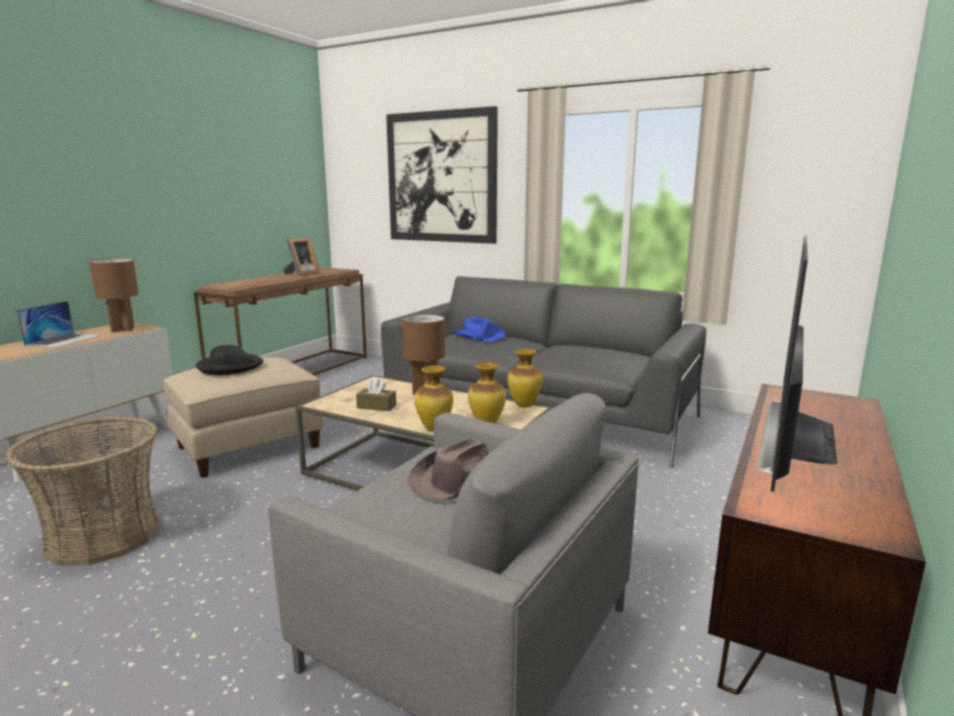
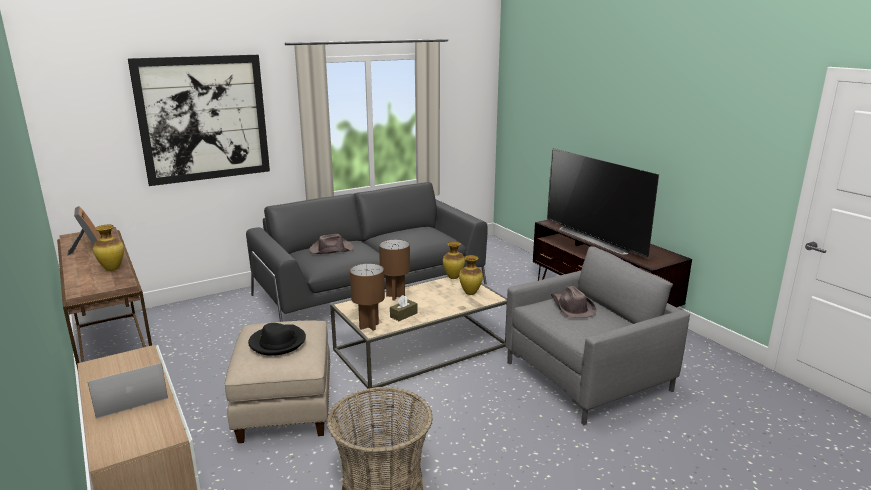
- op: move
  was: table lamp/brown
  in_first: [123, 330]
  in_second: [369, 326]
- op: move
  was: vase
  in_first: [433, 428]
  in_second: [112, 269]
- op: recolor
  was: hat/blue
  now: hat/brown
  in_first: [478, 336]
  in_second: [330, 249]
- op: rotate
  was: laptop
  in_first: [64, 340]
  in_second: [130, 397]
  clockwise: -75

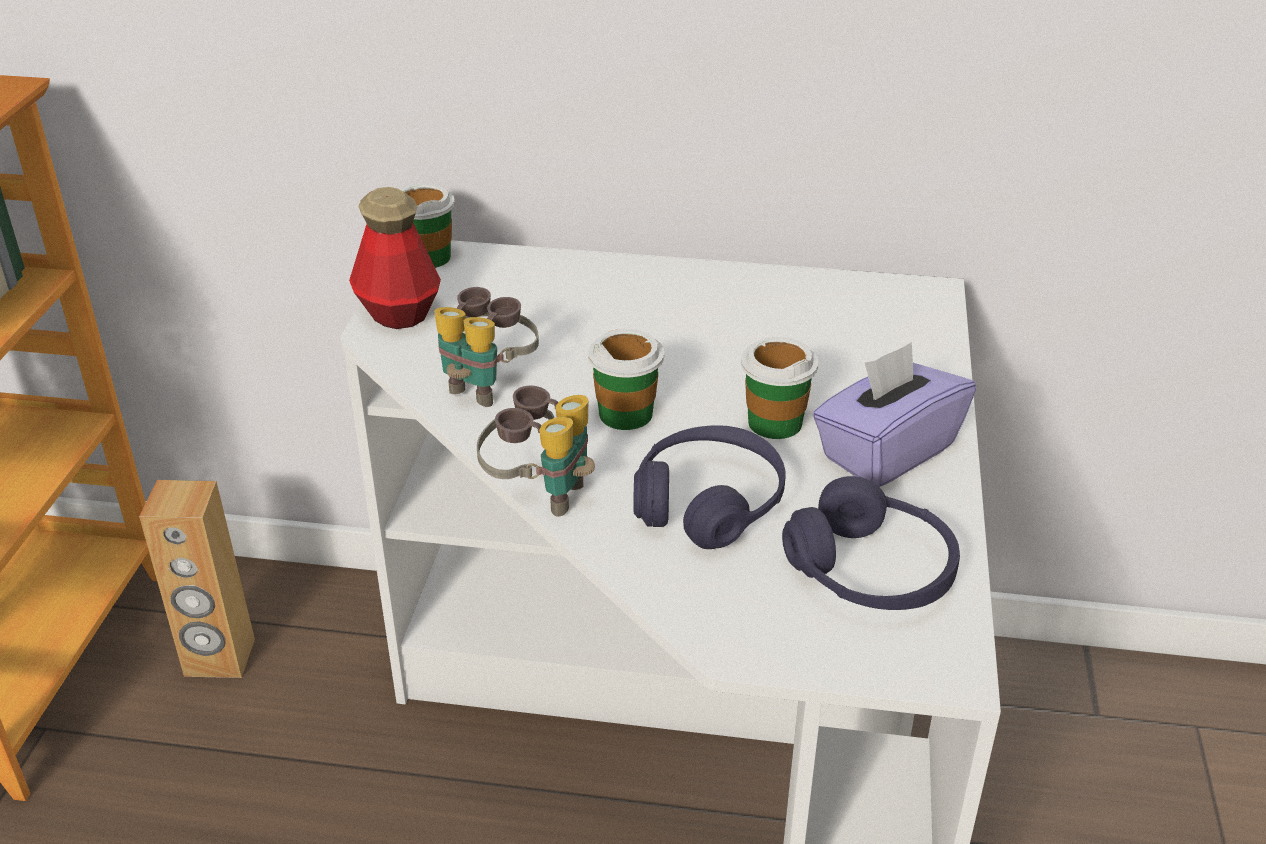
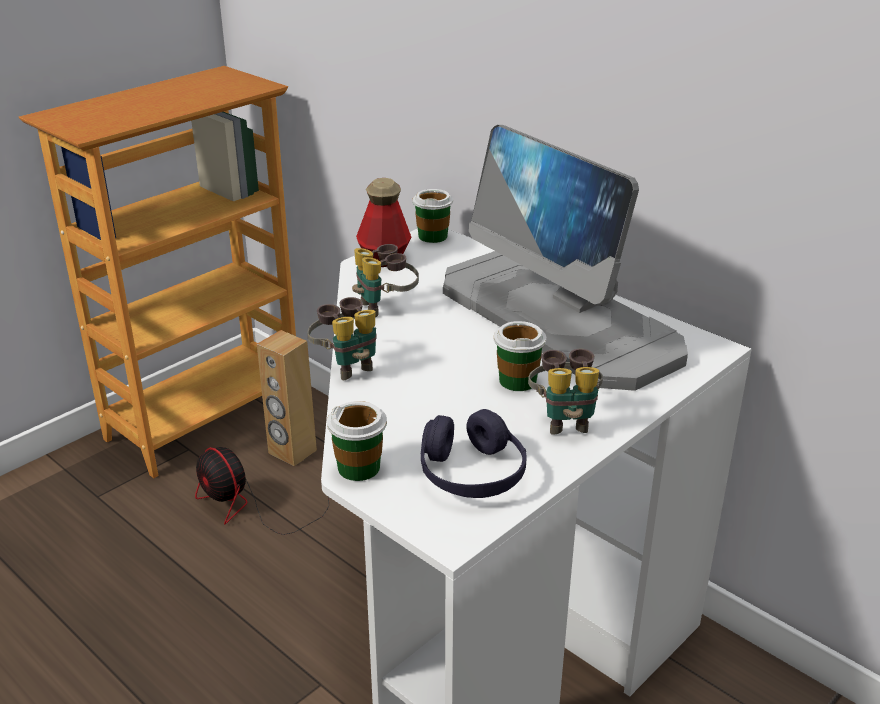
- op: delete
  was: headphones/purple
  in_first: [708, 504]
- op: insert
  now: fan
  in_second: [255, 506]
- op: insert
  now: monitor
  in_second: [559, 319]
- op: move
  was: cup
  in_first: [626, 414]
  in_second: [359, 467]
- op: replace
  was: tissue box/purple
  now: binoculars
  in_first: [886, 451]
  in_second: [565, 420]

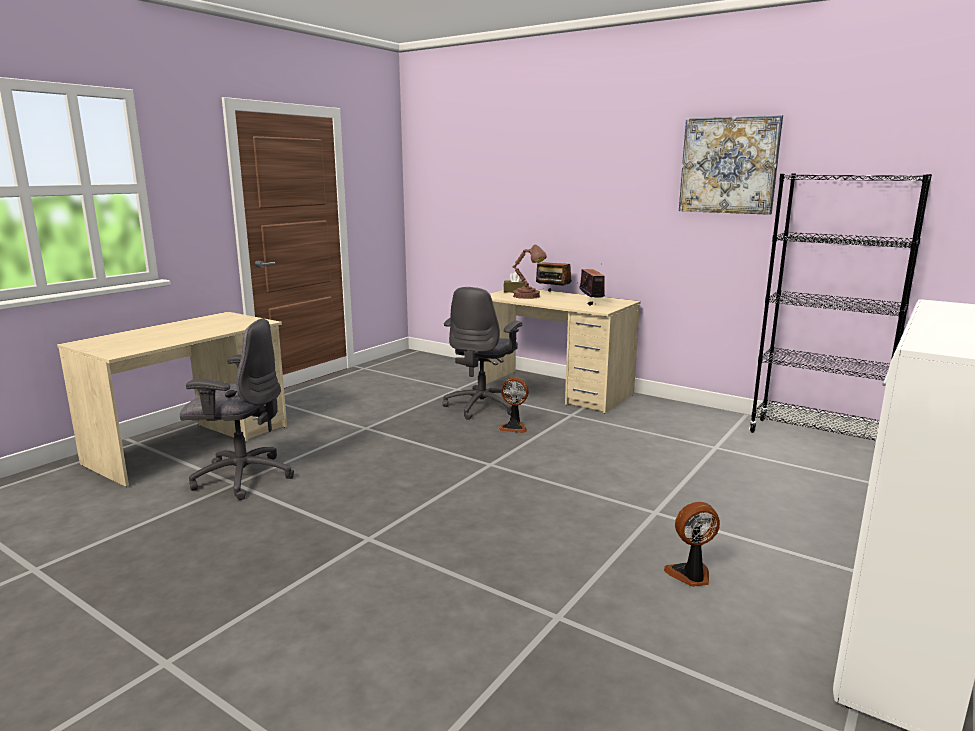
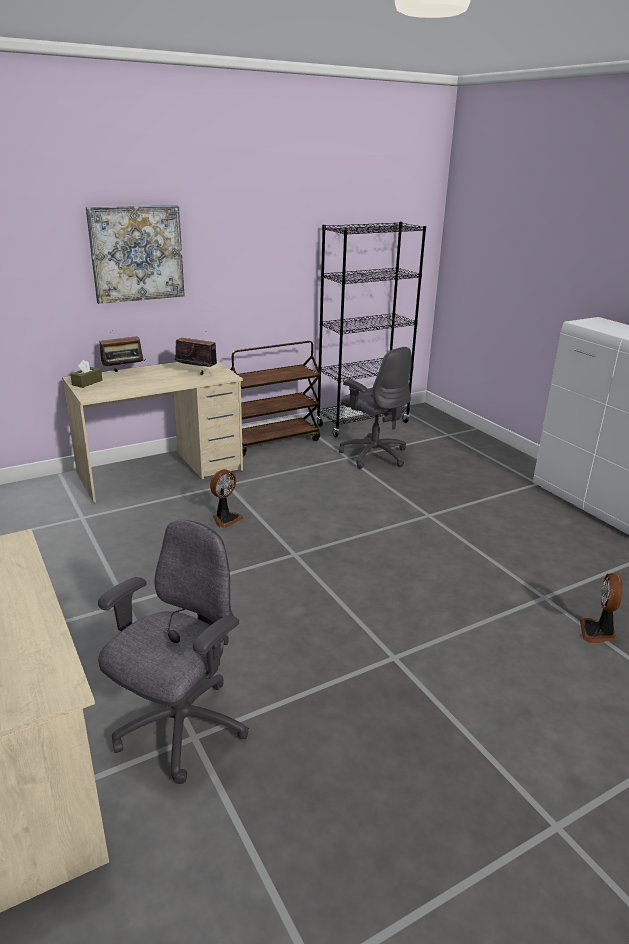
- op: delete
  was: table lamp/brown
  in_first: [528, 296]
- op: insert
  now: cart/brown
  in_second: [273, 441]
- op: move
  was: office chair/grey
  in_first: [482, 406]
  in_second: [373, 455]
- op: move
  was: fan
  in_first: [690, 575]
  in_second: [598, 632]
- op: move
  was: picture
  in_first: [728, 165]
  in_second: [137, 253]

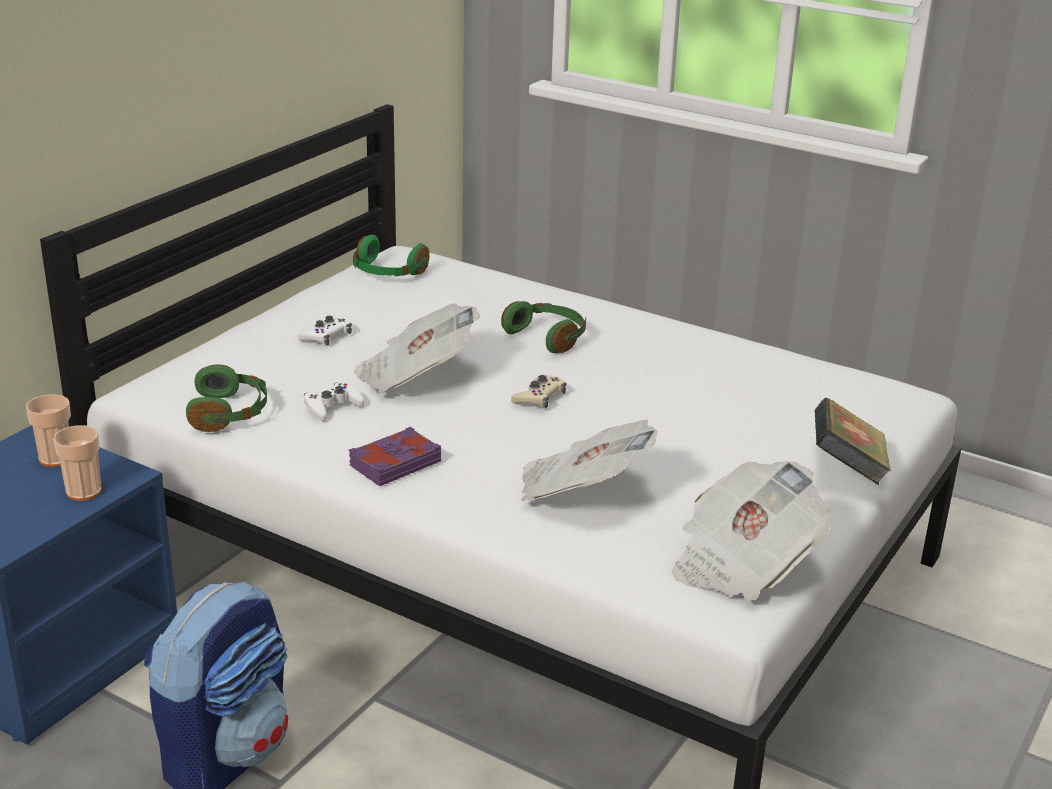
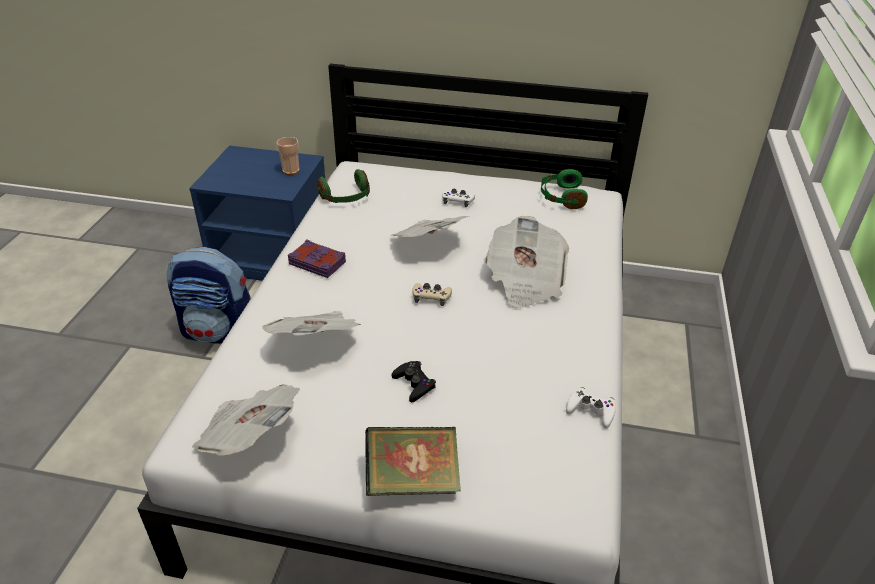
- op: delete
  was: cup
  in_first: [84, 491]
- op: insert
  now: game controller/black
  in_second: [414, 384]
- op: move
  was: game controller/white
  in_first: [332, 407]
  in_second: [591, 411]
- op: replace
  was: headphones/green
  now: newspaper
  in_first: [547, 337]
  in_second: [525, 281]

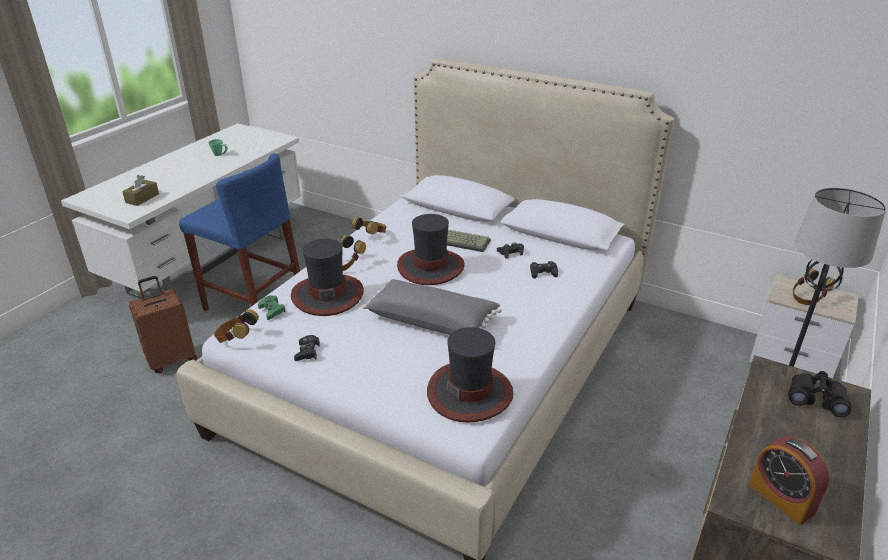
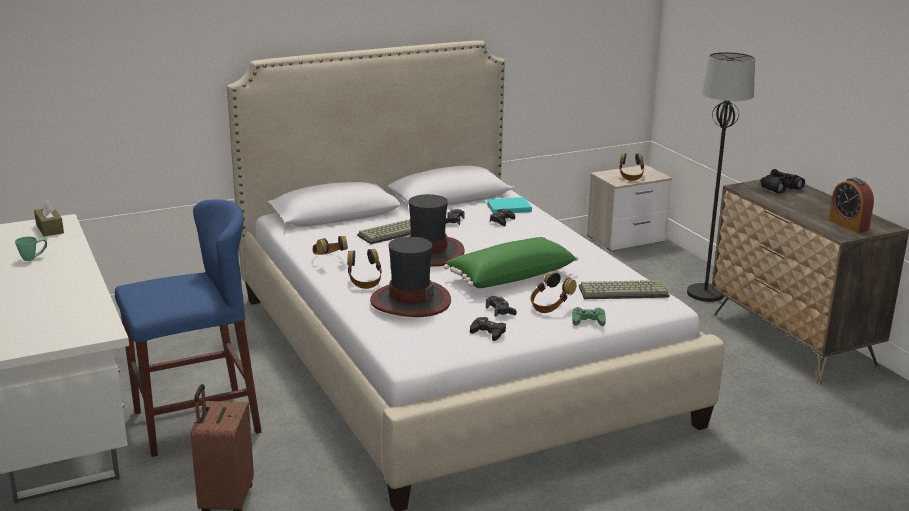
- op: insert
  now: game controller/black
  in_second: [500, 311]
- op: insert
  now: book/turquoise
  in_second: [507, 207]
- op: move
  was: tissue box/brown
  in_first: [142, 198]
  in_second: [49, 229]
- op: move
  was: headphones
  in_first: [237, 339]
  in_second: [550, 307]
- op: move
  was: game controller/green
  in_first: [272, 310]
  in_second: [588, 321]
- op: replace
  was: hat
  now: keyboard
  in_first: [470, 392]
  in_second: [624, 291]
- op: recolor
  was: pillow/grey
  now: pillow/green
  in_first: [432, 320]
  in_second: [510, 276]
- op: rotate
  was: alarm clock
  in_first: [781, 498]
  in_second: [848, 225]
  clockwise: 60

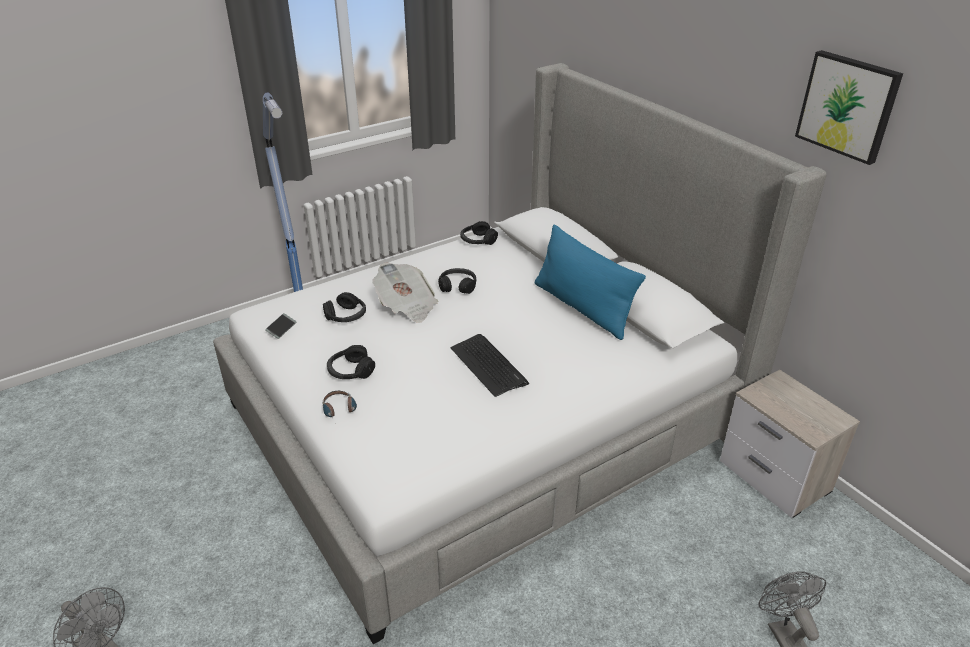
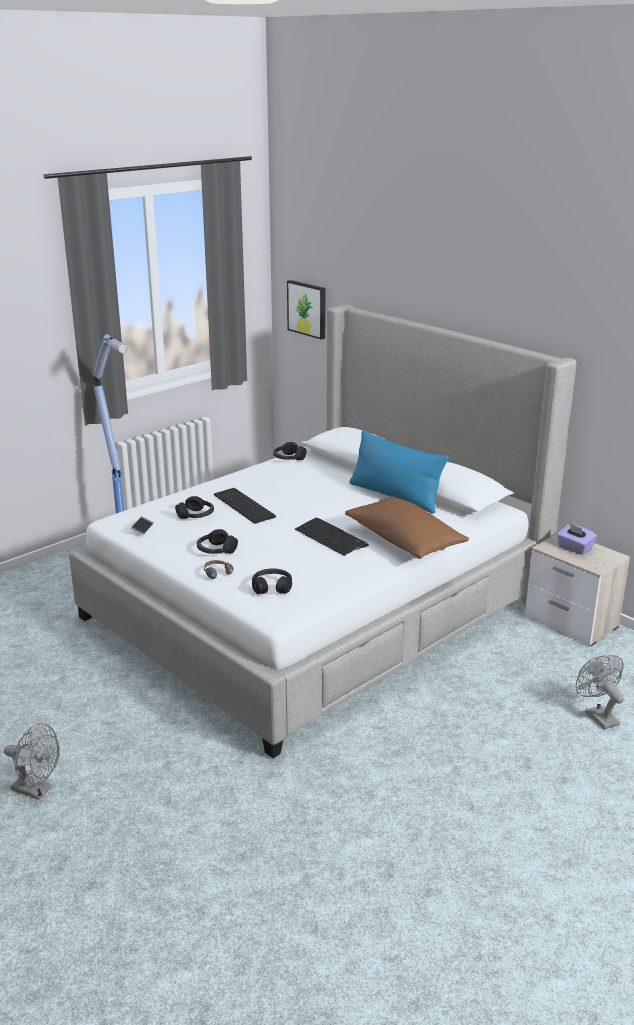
- op: insert
  now: pillow/brown
  in_second: [404, 541]
- op: insert
  now: tissue box/purple
  in_second: [574, 548]
- op: move
  was: headphones/black
  in_first: [457, 286]
  in_second: [272, 587]
- op: move
  was: picture
  in_first: [848, 106]
  in_second: [308, 309]
- op: replace
  was: newspaper
  now: keyboard
  in_first: [406, 306]
  in_second: [245, 505]

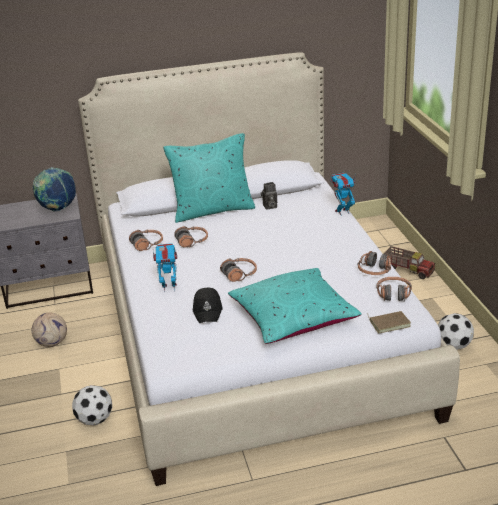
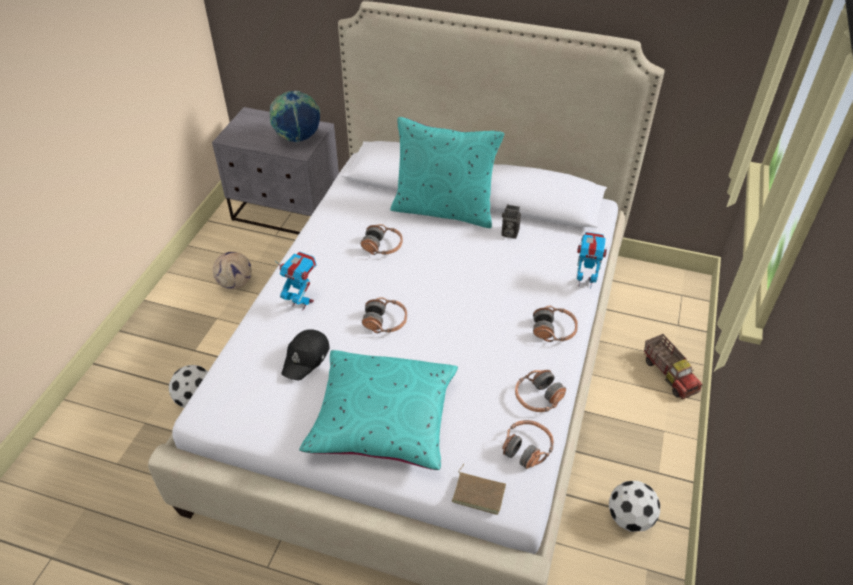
- op: move
  was: headphones
  in_first: [147, 244]
  in_second: [554, 330]

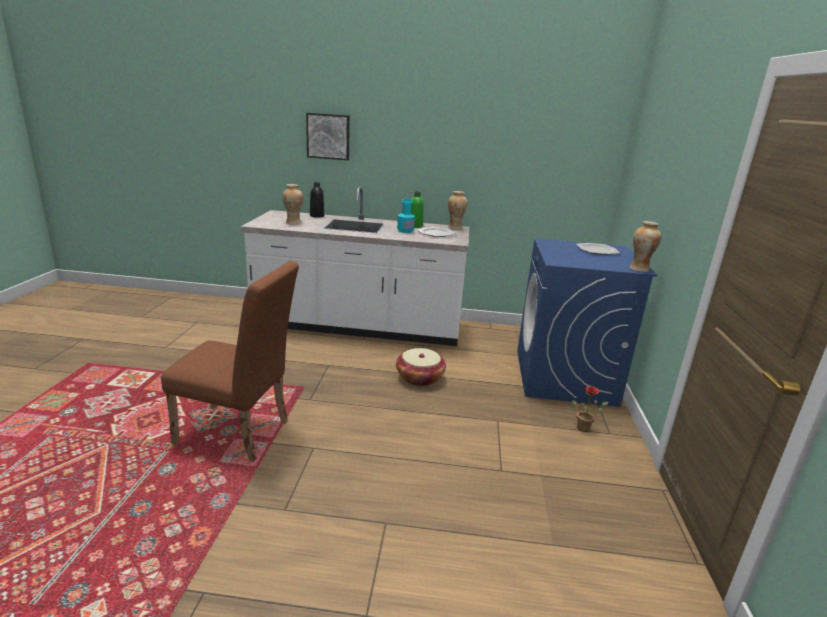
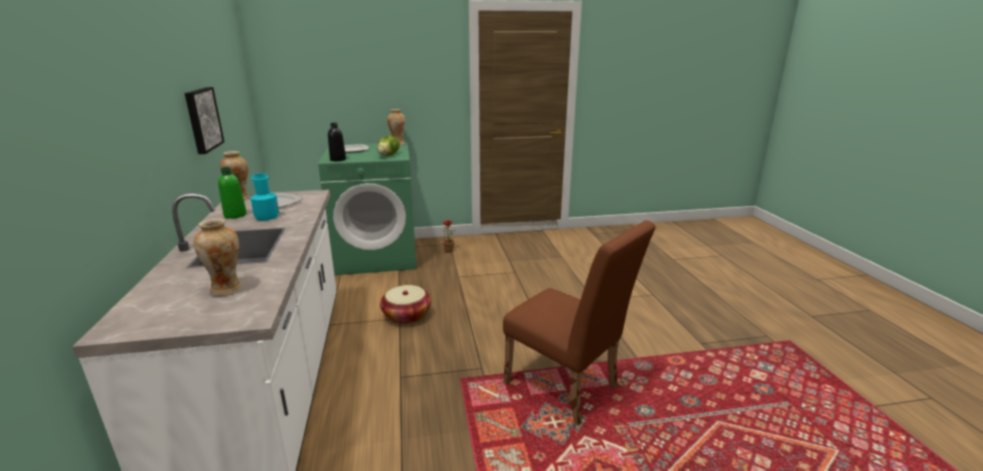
- op: insert
  now: lettuce
  in_second: [389, 155]
- op: move
  was: picture
  in_first: [328, 136]
  in_second: [202, 119]
- op: move
  was: bottle/black
  in_first: [317, 216]
  in_second: [338, 159]
- op: recolor
  was: washing machine/blue
  now: washing machine/green
  in_first: [565, 377]
  in_second: [377, 256]
- op: rotate
  was: chair/brown
  in_first: [239, 434]
  in_second: [567, 390]
  clockwise: 135

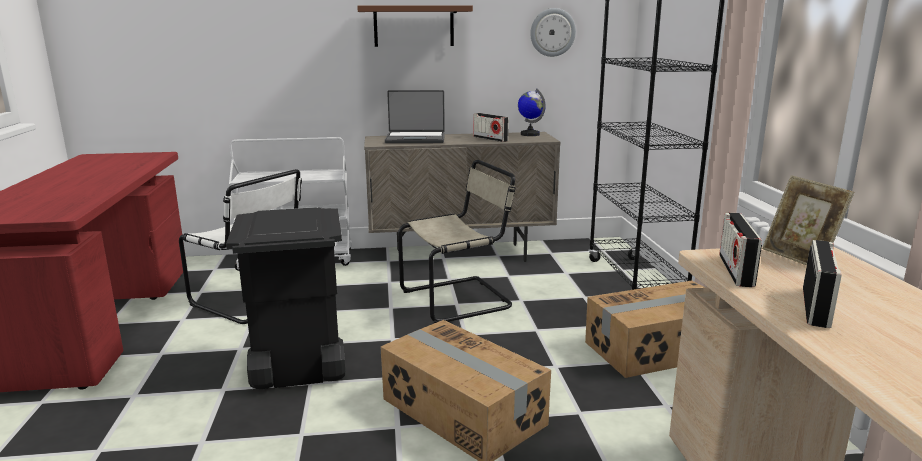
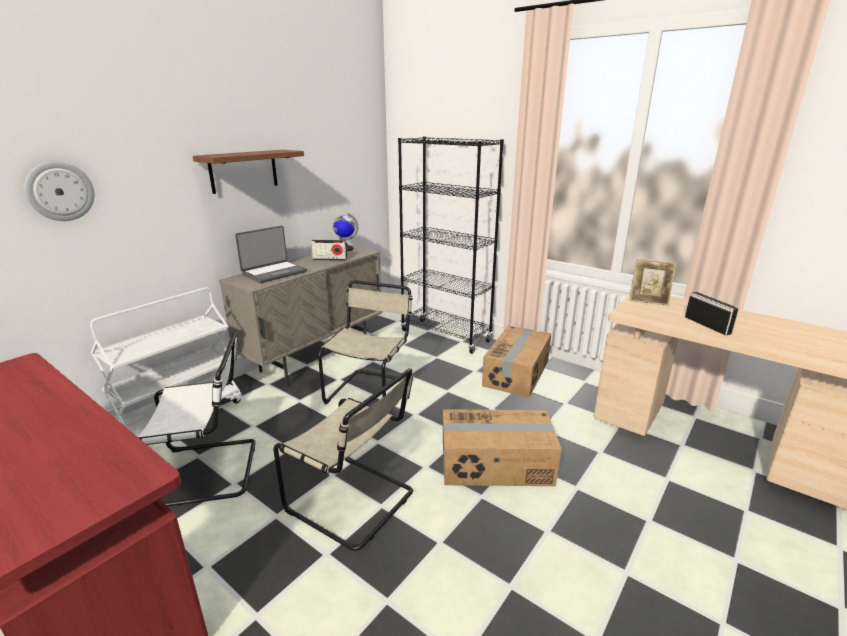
- op: delete
  was: radio
  in_first: [736, 270]
- op: move
  was: wall clock
  in_first: [552, 32]
  in_second: [60, 191]
- op: replace
  was: trash can/black
  now: chair/beige
  in_first: [297, 369]
  in_second: [354, 502]

